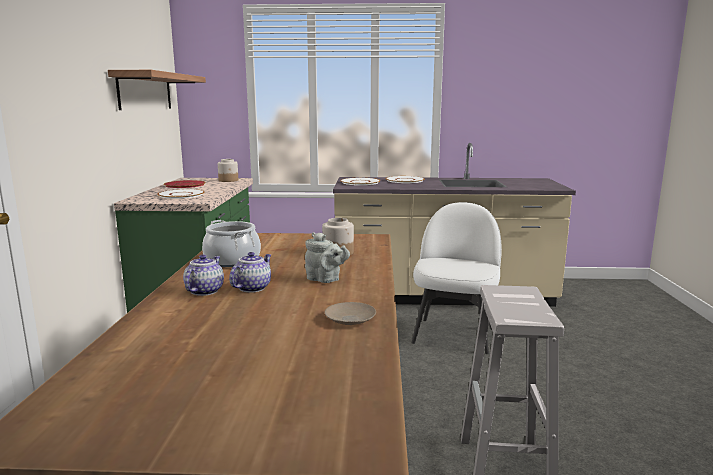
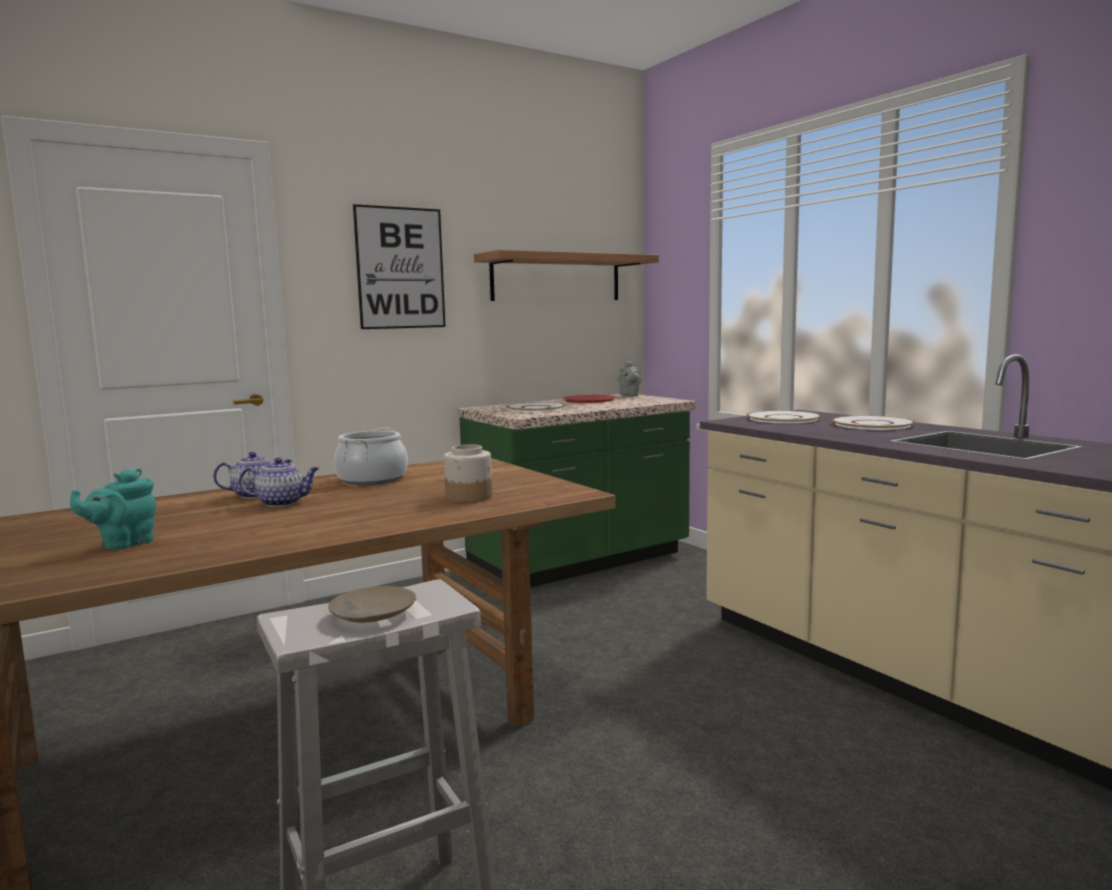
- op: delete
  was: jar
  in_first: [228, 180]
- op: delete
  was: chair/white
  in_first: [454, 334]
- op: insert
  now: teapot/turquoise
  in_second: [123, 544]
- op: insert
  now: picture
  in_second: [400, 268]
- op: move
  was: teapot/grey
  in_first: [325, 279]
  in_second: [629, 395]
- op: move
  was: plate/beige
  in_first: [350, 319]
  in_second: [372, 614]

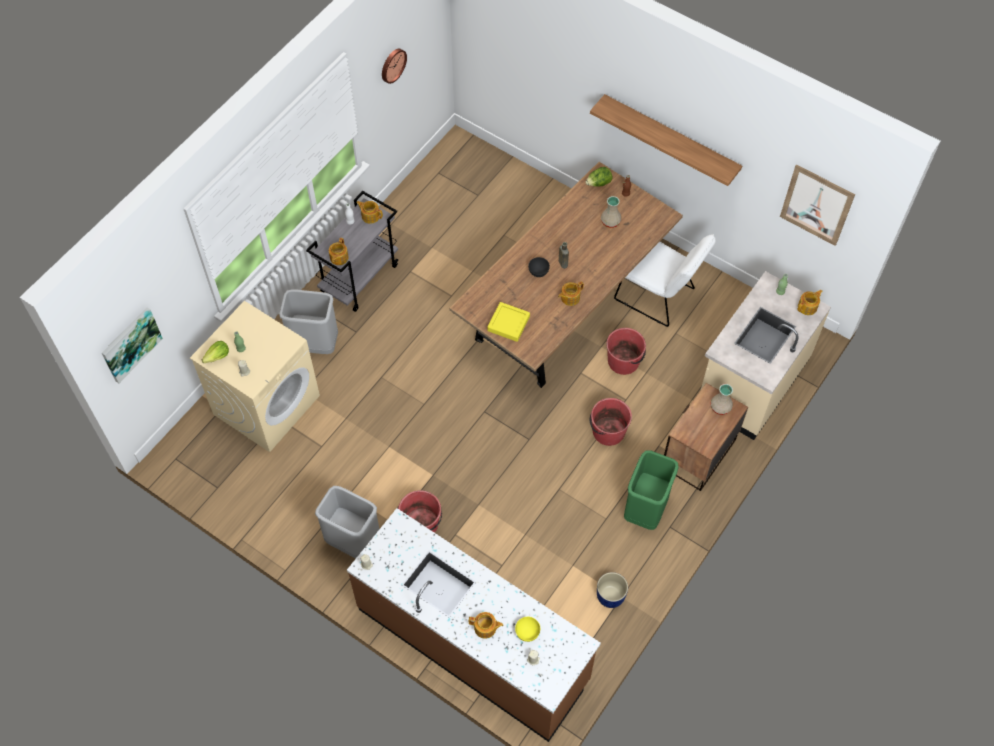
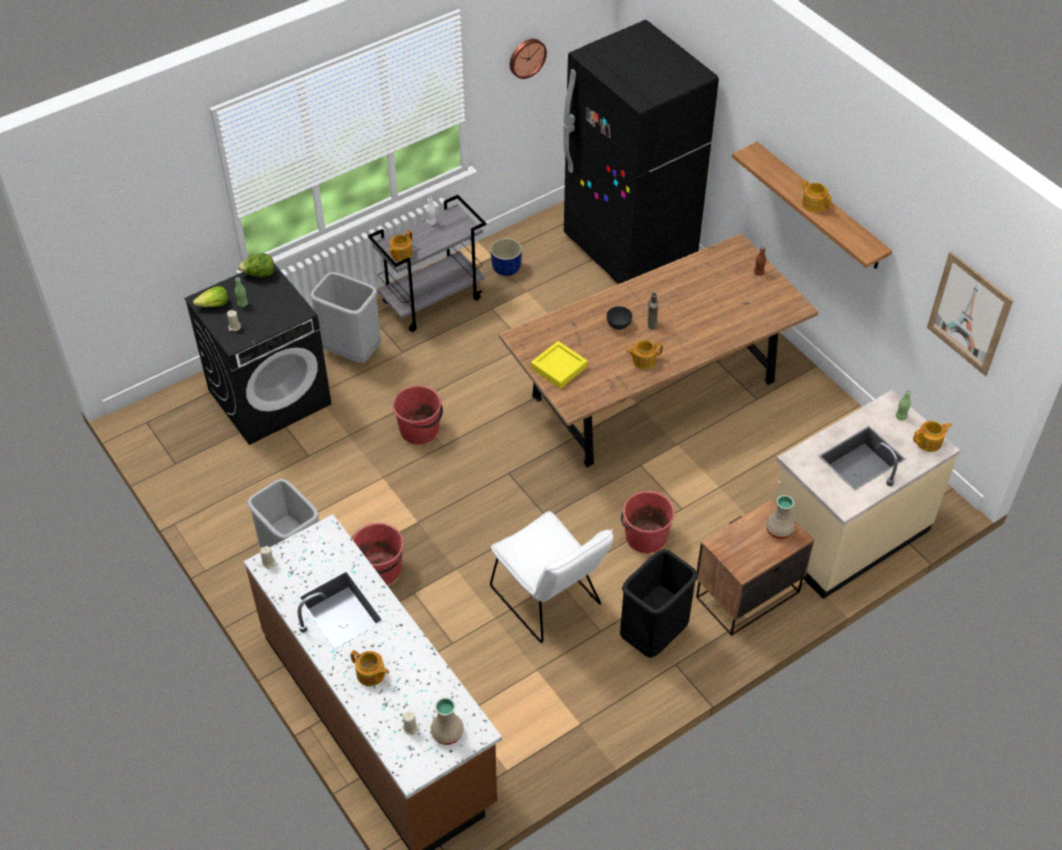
- op: delete
  was: picture
  in_first: [130, 344]
- op: delete
  was: bowl/yellow
  in_first: [527, 632]
- op: insert
  now: fridge/black
  in_second: [629, 249]
- op: move
  was: teapot
  in_first: [370, 216]
  in_second: [813, 204]
- op: move
  was: lettuce
  in_first: [598, 183]
  in_second: [259, 274]
- op: move
  was: planter/blue
  in_first: [610, 596]
  in_second: [506, 268]
- op: move
  was: vase/beige
  in_first: [610, 222]
  in_second: [447, 733]
- op: move
  was: bucket/red
  in_first: [624, 361]
  in_second: [420, 430]
- op: move
  was: chair/white
  in_first: [659, 297]
  in_second: [550, 601]
- op: recolor
  was: washing machine/beige
  now: washing machine/black
  in_first: [266, 404]
  in_second: [270, 396]
- op: recolor
  was: trash can/green
  now: trash can/black
  in_first: [646, 510]
  in_second: [654, 636]

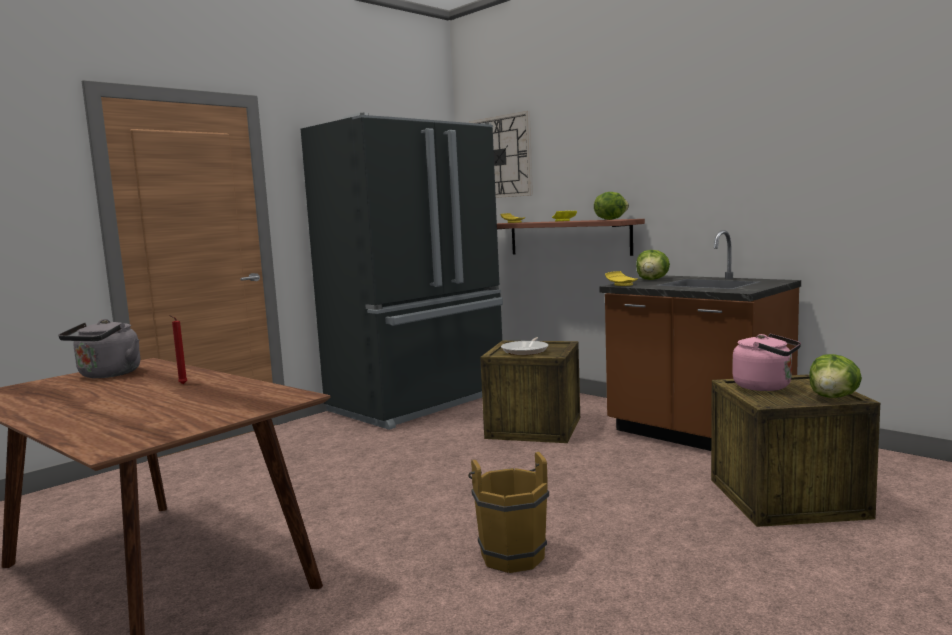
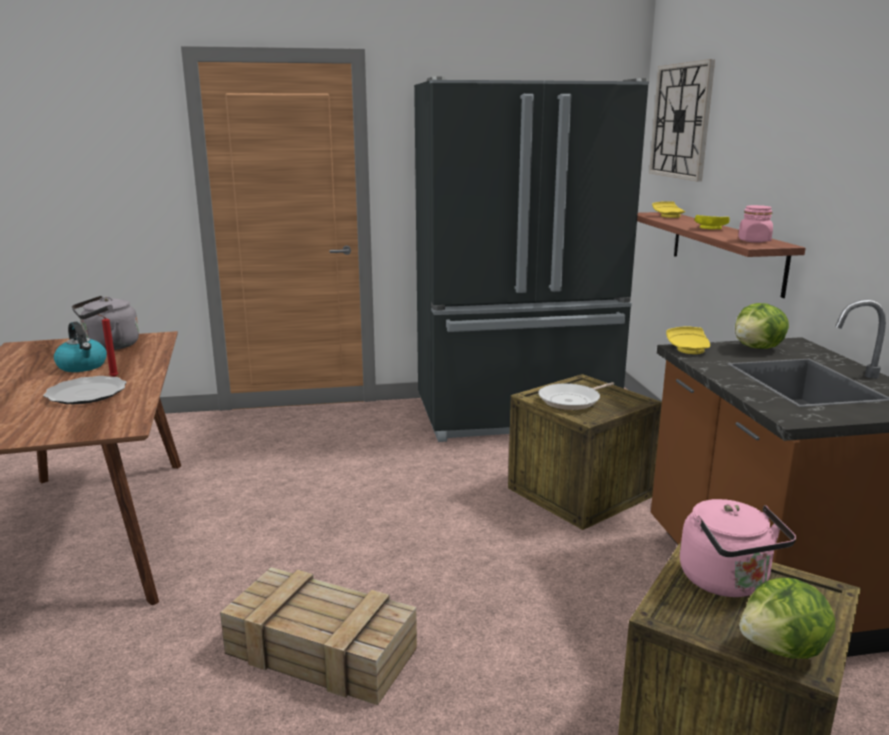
- op: insert
  now: plate
  in_second: [87, 393]
- op: insert
  now: kettle
  in_second: [83, 366]
- op: replace
  was: bucket/brown
  now: crate
  in_first: [511, 553]
  in_second: [324, 651]
- op: replace
  was: lettuce
  now: jar/pink
  in_first: [610, 219]
  in_second: [754, 241]

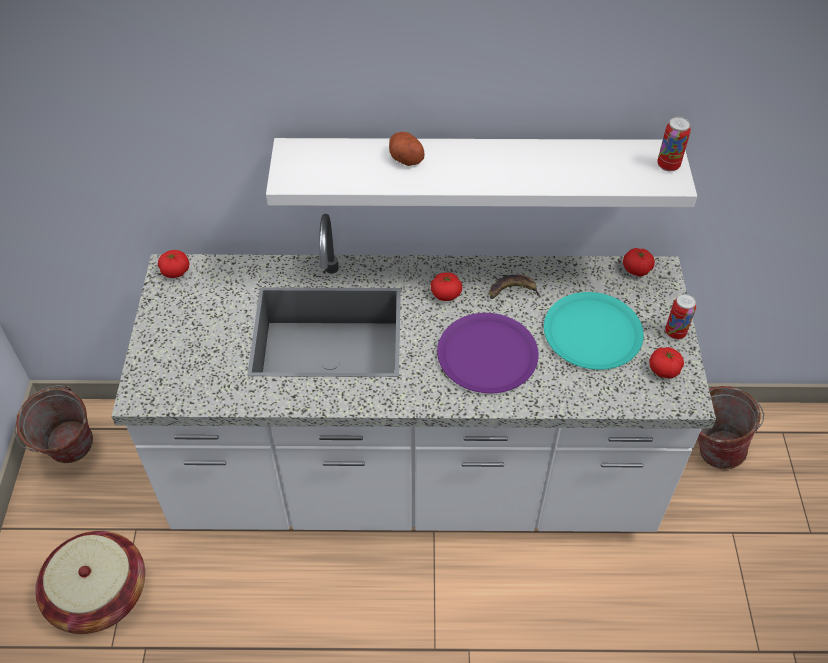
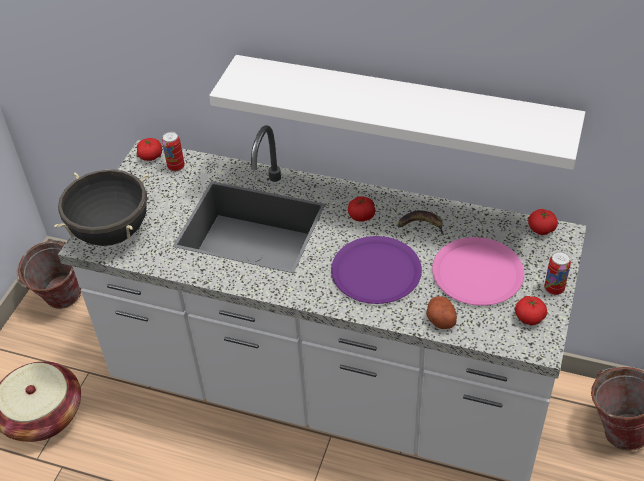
- op: insert
  now: cooking pot/black
  in_second: [112, 233]
- op: move
  was: potato
  in_first: [405, 157]
  in_second: [440, 319]
- op: move
  was: can
  in_first: [668, 165]
  in_second: [176, 167]
- op: recolor
  was: plate/turquoise
  now: plate/pink
  in_first: [592, 332]
  in_second: [477, 272]

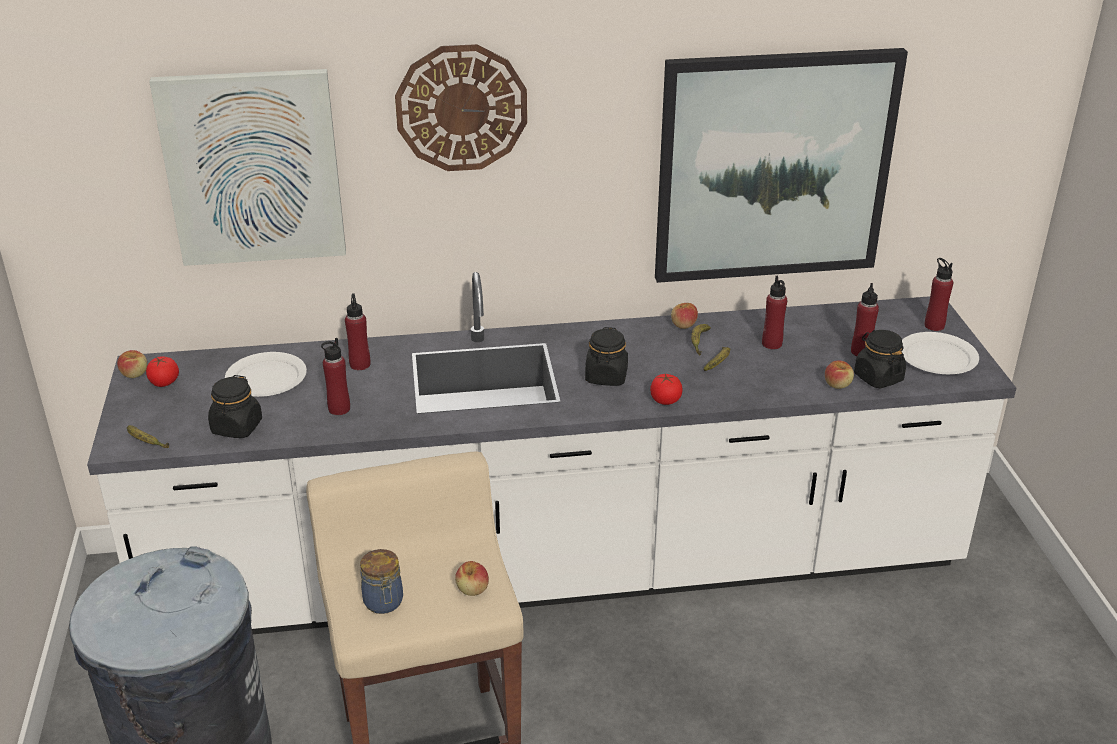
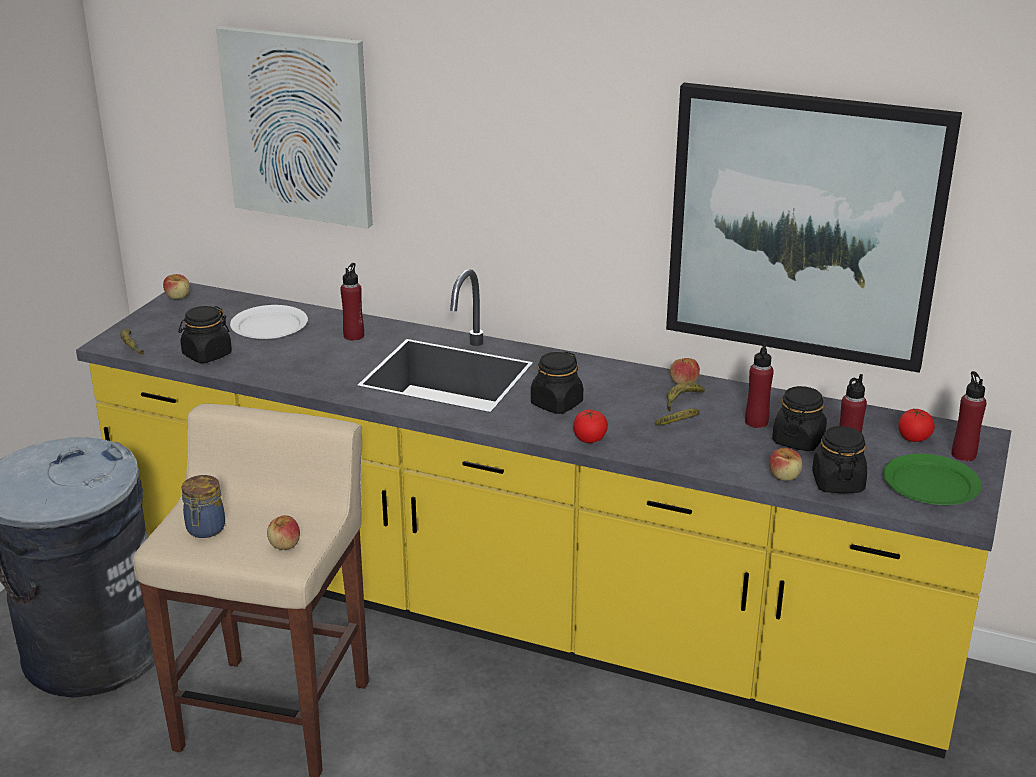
- op: delete
  was: bottle/red
  in_first: [339, 409]
- op: delete
  was: wall clock
  in_first: [461, 108]
- op: insert
  now: jar/black
  in_second: [798, 440]
- op: move
  was: tomato
  in_first: [164, 382]
  in_second: [913, 438]
- op: recolor
  was: counter/white
  now: counter/yellow
  in_first: [558, 571]
  in_second: [518, 613]
- op: recolor
  was: plate/white
  now: plate/green
  in_first: [937, 357]
  in_second: [931, 484]

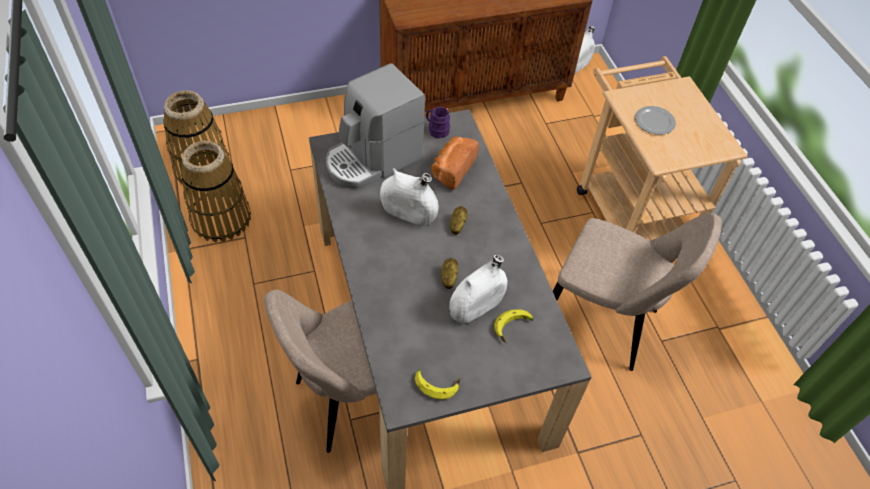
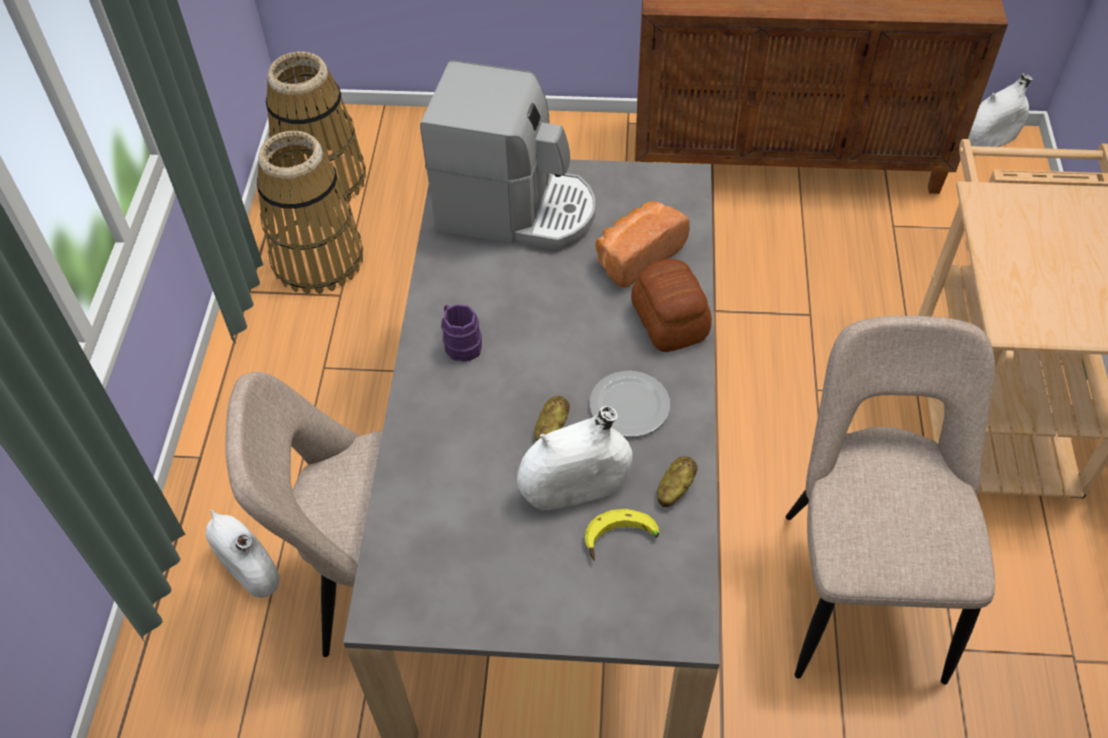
- op: delete
  was: banana
  in_first: [437, 383]
- op: insert
  now: bread
  in_second: [669, 321]
- op: move
  was: vase/white
  in_first: [408, 213]
  in_second: [249, 569]
- op: move
  was: mug/purple
  in_first: [436, 130]
  in_second: [460, 343]
- op: move
  was: potato
  in_first: [457, 225]
  in_second: [674, 489]
- op: move
  was: plate
  in_first: [655, 121]
  in_second: [631, 405]
- op: rotate
  was: coffee machine
  in_first: [372, 159]
  in_second: [516, 210]
  clockwise: -150
- op: rotate
  was: chair/beige
  in_first: [603, 322]
  in_second: [860, 585]
  clockwise: -135

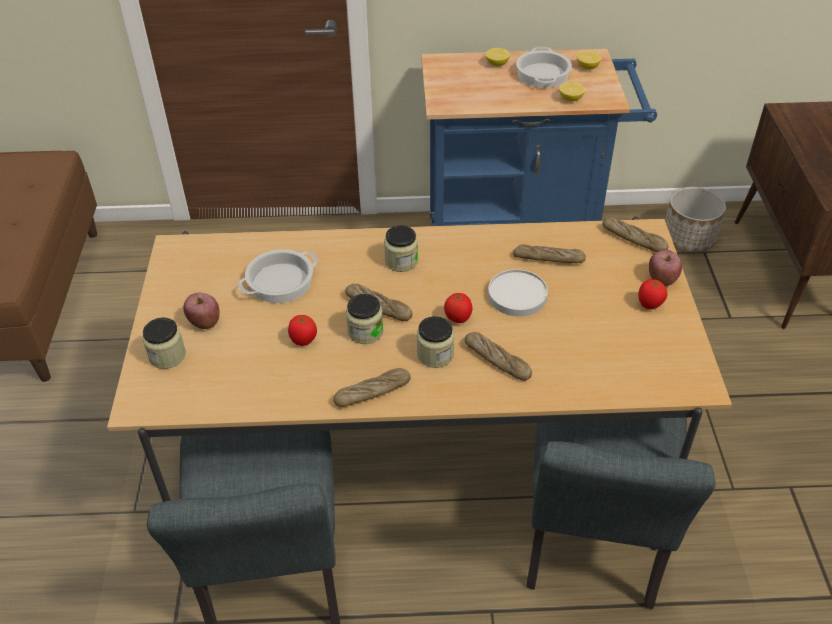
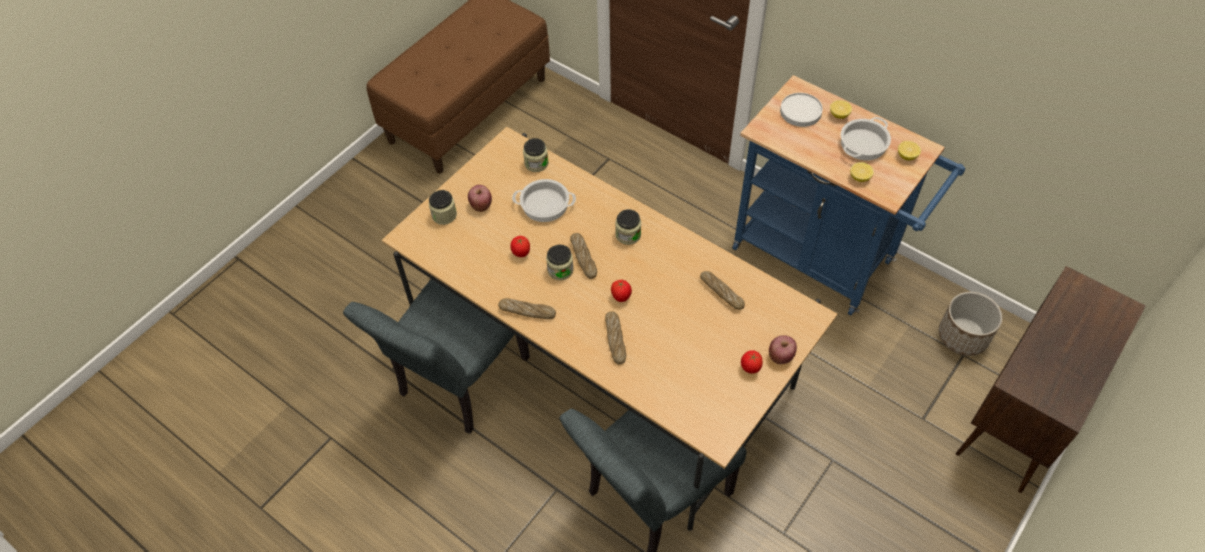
- op: delete
  was: bread
  in_first: [633, 239]
- op: move
  was: jar
  in_first: [435, 355]
  in_second: [536, 163]
- op: move
  was: plate/white
  in_first: [517, 296]
  in_second: [800, 112]

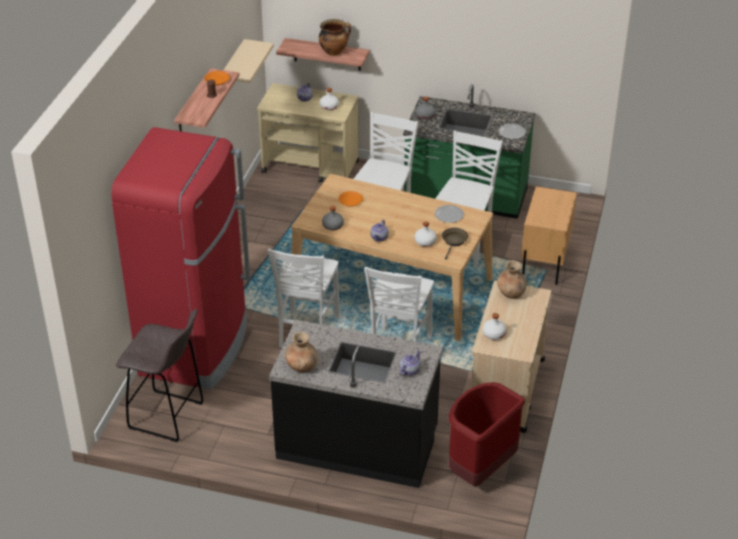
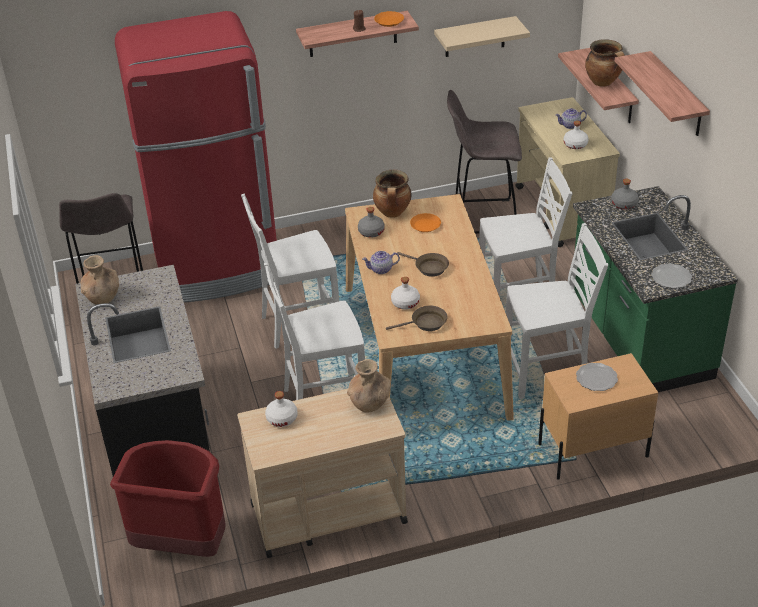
- op: delete
  was: teapot
  in_first: [409, 370]
- op: insert
  now: cooking pot
  in_second: [393, 213]
- op: insert
  now: frying pan/brown
  in_second: [429, 267]
- op: insert
  now: stool/grey
  in_second: [482, 217]
- op: insert
  now: shelf
  in_second: [677, 95]
- op: move
  was: plate
  in_first: [449, 215]
  in_second: [596, 379]

